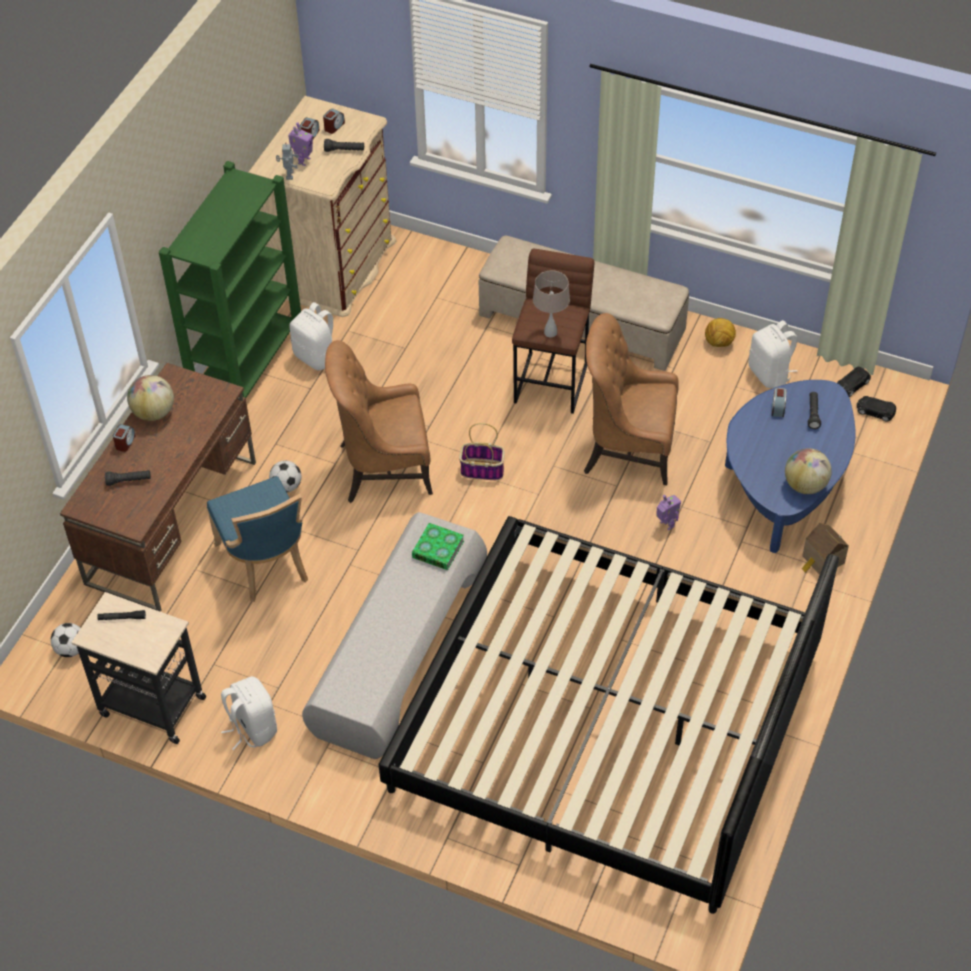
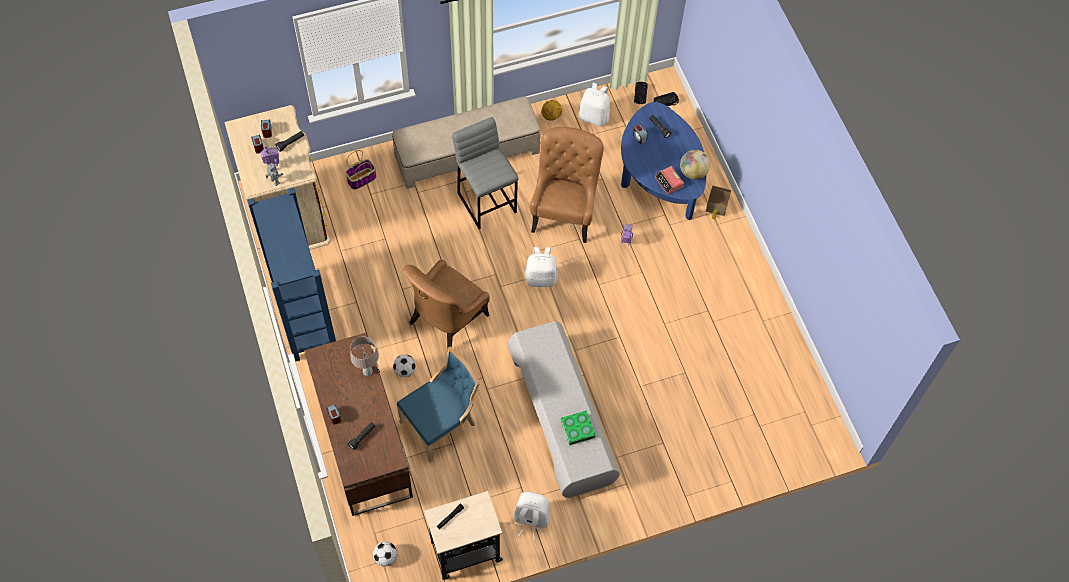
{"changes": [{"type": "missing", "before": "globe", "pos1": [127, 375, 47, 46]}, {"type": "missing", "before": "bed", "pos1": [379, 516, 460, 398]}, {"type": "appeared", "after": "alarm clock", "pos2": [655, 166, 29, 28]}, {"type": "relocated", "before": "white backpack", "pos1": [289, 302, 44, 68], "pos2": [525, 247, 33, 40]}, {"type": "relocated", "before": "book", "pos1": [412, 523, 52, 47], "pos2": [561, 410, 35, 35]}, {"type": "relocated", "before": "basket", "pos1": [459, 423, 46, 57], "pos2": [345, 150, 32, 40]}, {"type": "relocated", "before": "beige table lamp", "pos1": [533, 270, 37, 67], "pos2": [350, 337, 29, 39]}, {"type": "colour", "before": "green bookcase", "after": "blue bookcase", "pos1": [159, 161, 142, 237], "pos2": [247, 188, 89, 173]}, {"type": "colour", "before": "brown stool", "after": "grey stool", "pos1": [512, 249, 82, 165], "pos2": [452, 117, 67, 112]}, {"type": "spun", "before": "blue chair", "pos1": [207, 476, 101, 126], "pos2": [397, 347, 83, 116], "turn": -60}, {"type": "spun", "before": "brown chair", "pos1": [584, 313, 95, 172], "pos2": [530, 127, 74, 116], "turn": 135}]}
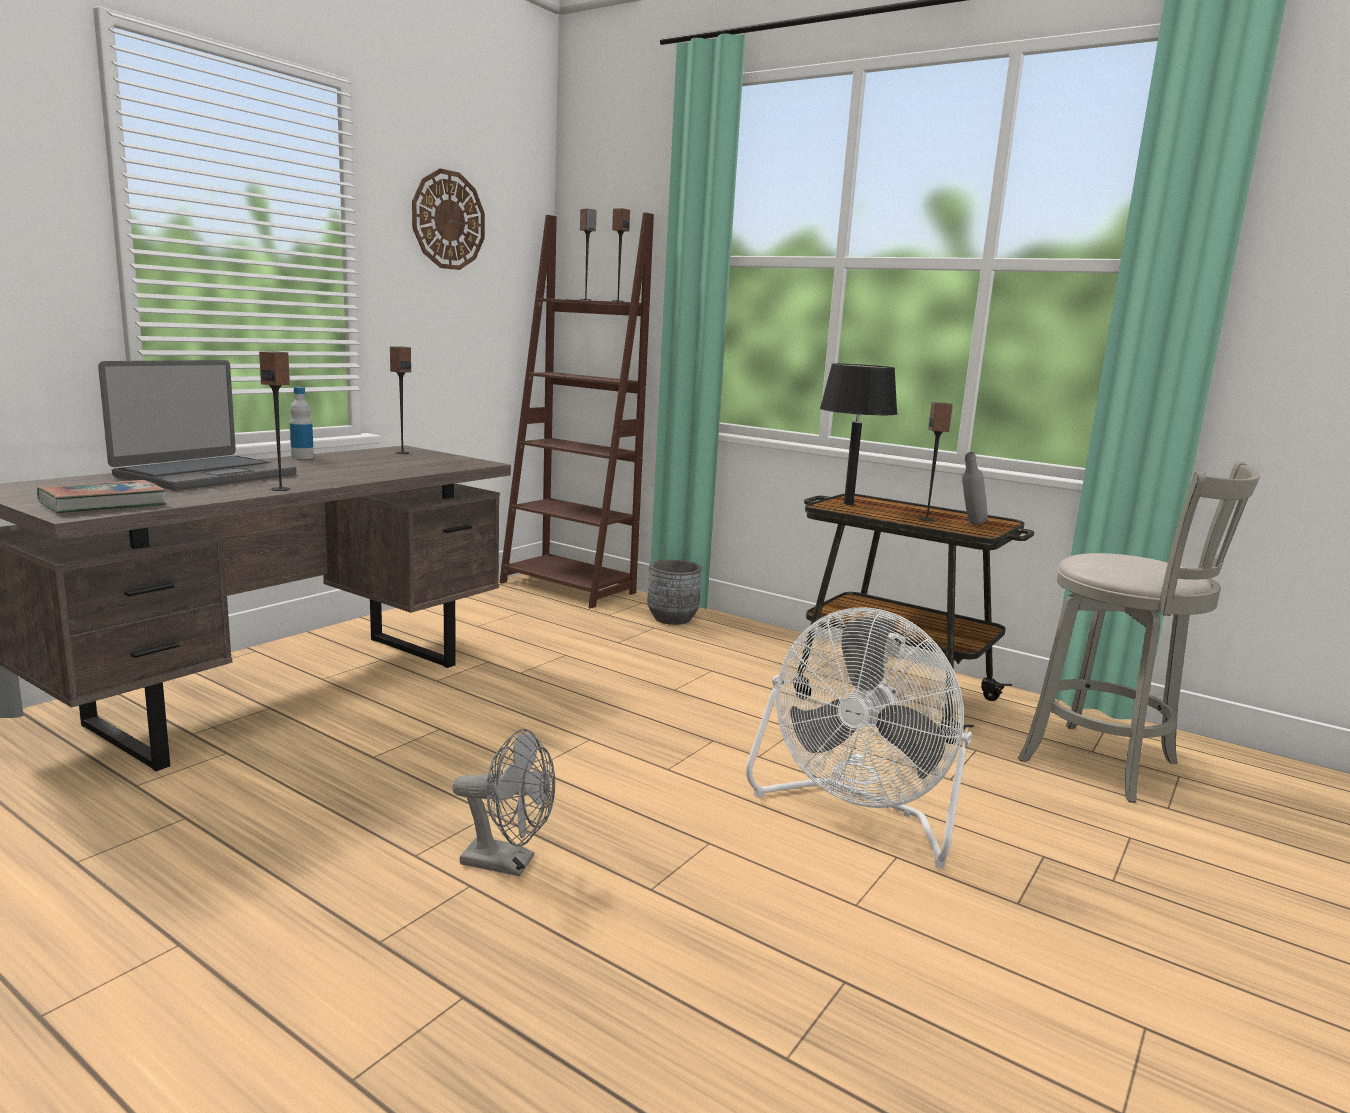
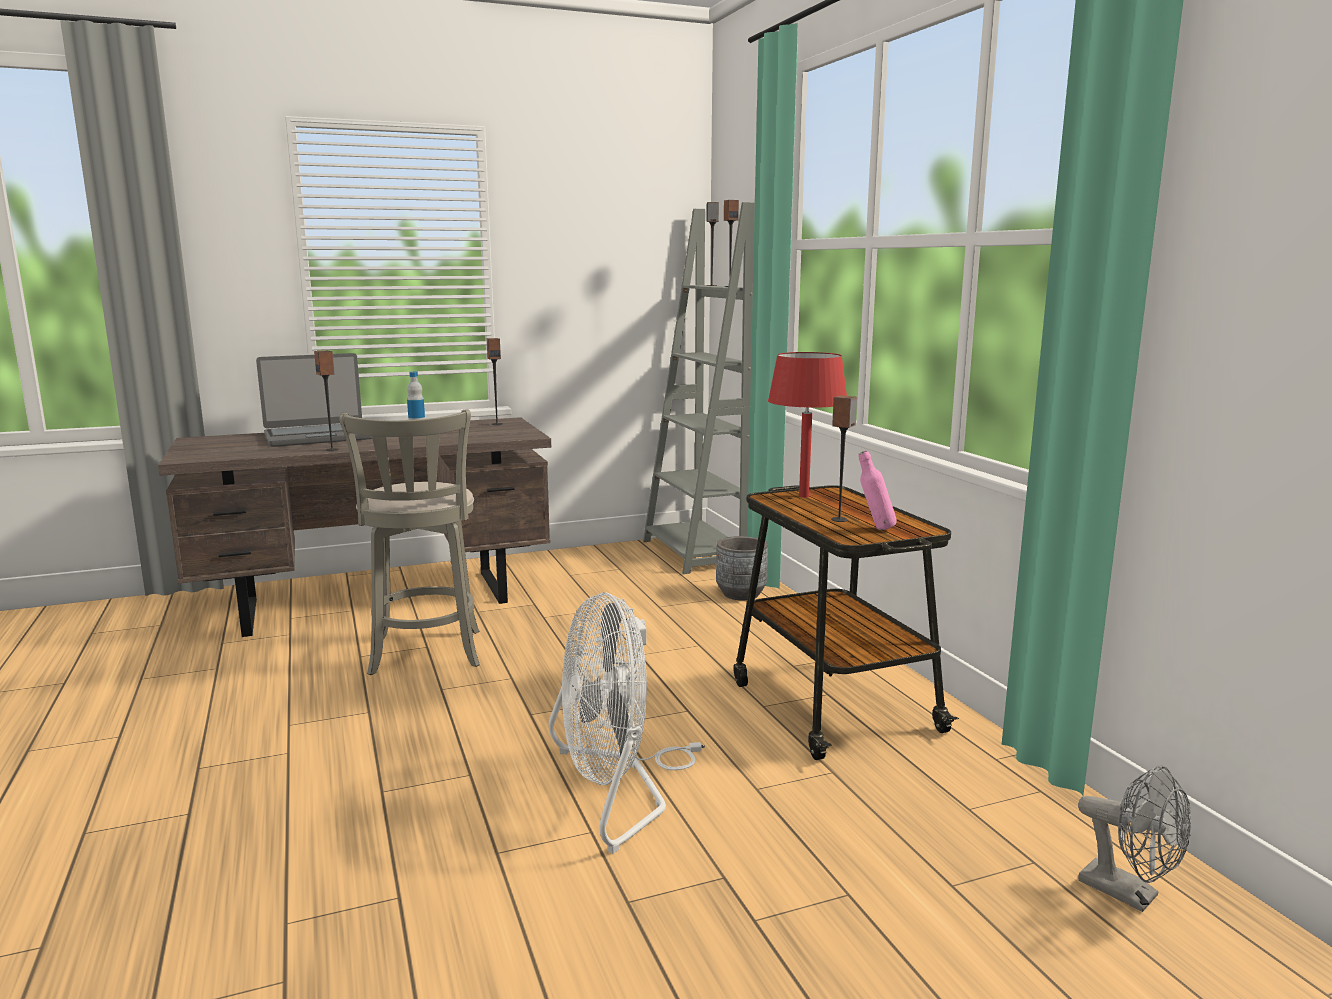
{"changes": [{"type": "missing", "before": "book", "pos1": [37, 480, 129, 33]}, {"type": "missing", "before": "wall clock", "pos1": [412, 168, 73, 102]}, {"type": "relocated", "before": "grey fan", "pos1": [452, 729, 103, 148], "pos2": [1078, 765, 114, 147]}, {"type": "relocated", "before": "grey stool", "pos1": [1018, 462, 242, 341], "pos2": [339, 409, 141, 266]}, {"type": "colour", "before": "brown bookcase", "after": "grey bookcase", "pos1": [499, 212, 155, 397], "pos2": [643, 202, 112, 372]}, {"type": "colour", "before": "black table lamp", "after": "red table lamp", "pos1": [820, 363, 78, 142], "pos2": [768, 352, 79, 146]}, {"type": "colour", "before": "grey bottle", "after": "pink bottle", "pos1": [962, 452, 26, 73], "pos2": [859, 451, 38, 79]}]}
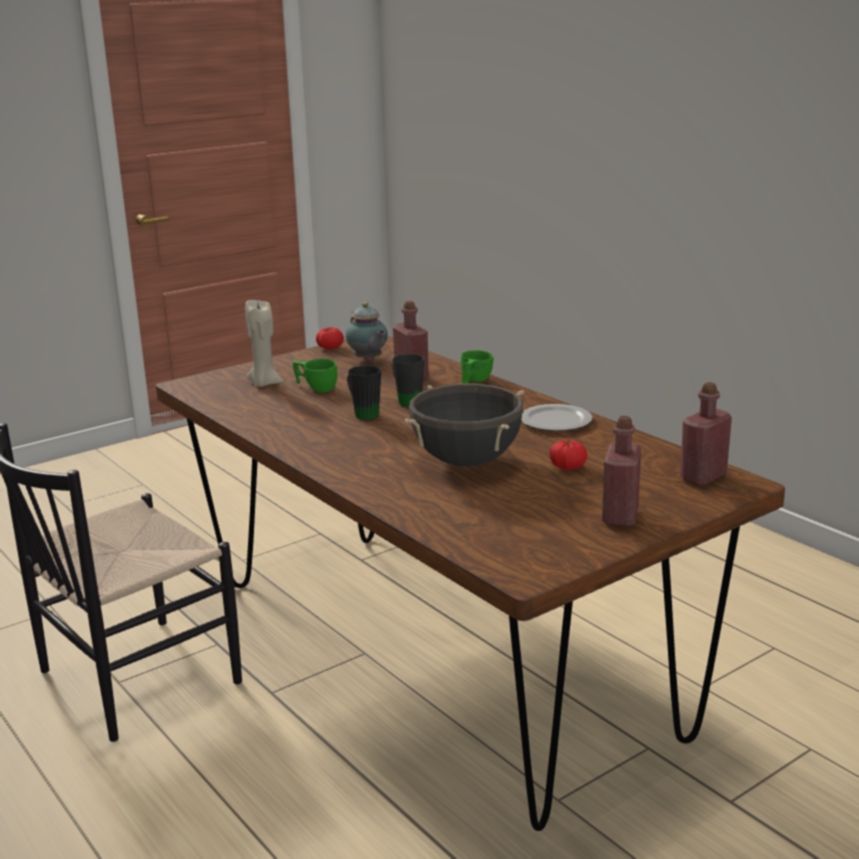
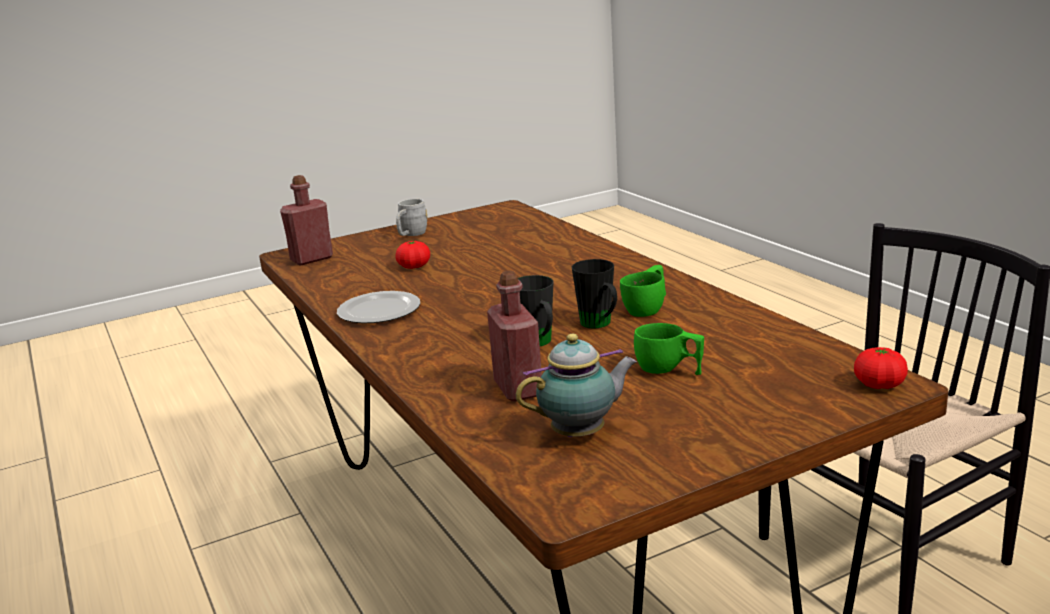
{"changes": [{"type": "missing", "before": "beige candle", "pos1": [245, 300, 38, 87]}, {"type": "missing", "before": "black cooking pot", "pos1": [404, 384, 121, 82]}, {"type": "relocated", "before": "tomato", "pos1": [316, 327, 28, 22], "pos2": [854, 347, 54, 42]}, {"type": "relocated", "before": "green cup", "pos1": [461, 350, 32, 34], "pos2": [620, 265, 46, 52]}, {"type": "exchanged", "before": "red bottle", "after": "grey mug", "pos1": [602, 416, 39, 111], "pos2": [396, 199, 32, 37]}, {"type": "spun", "before": "teapot", "pos1": [346, 302, 42, 59], "pos2": [516, 334, 121, 103], "turn": 90}]}
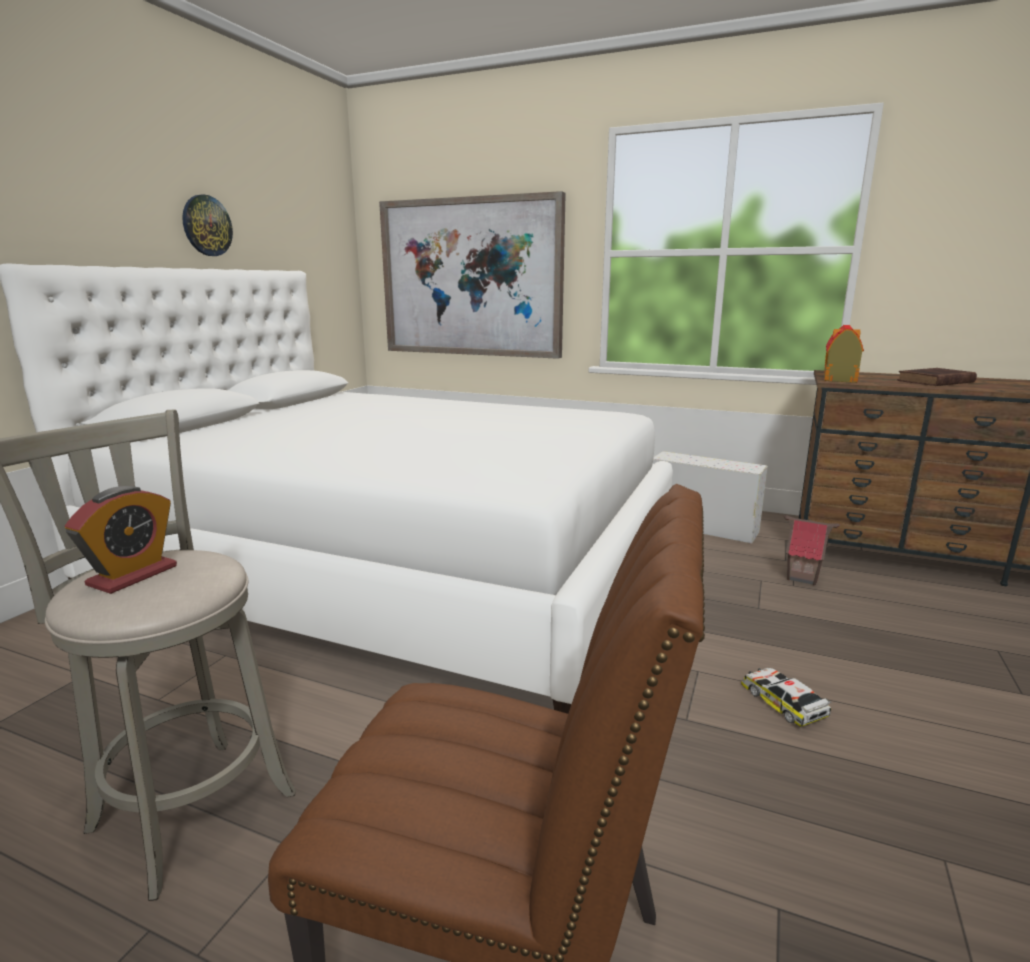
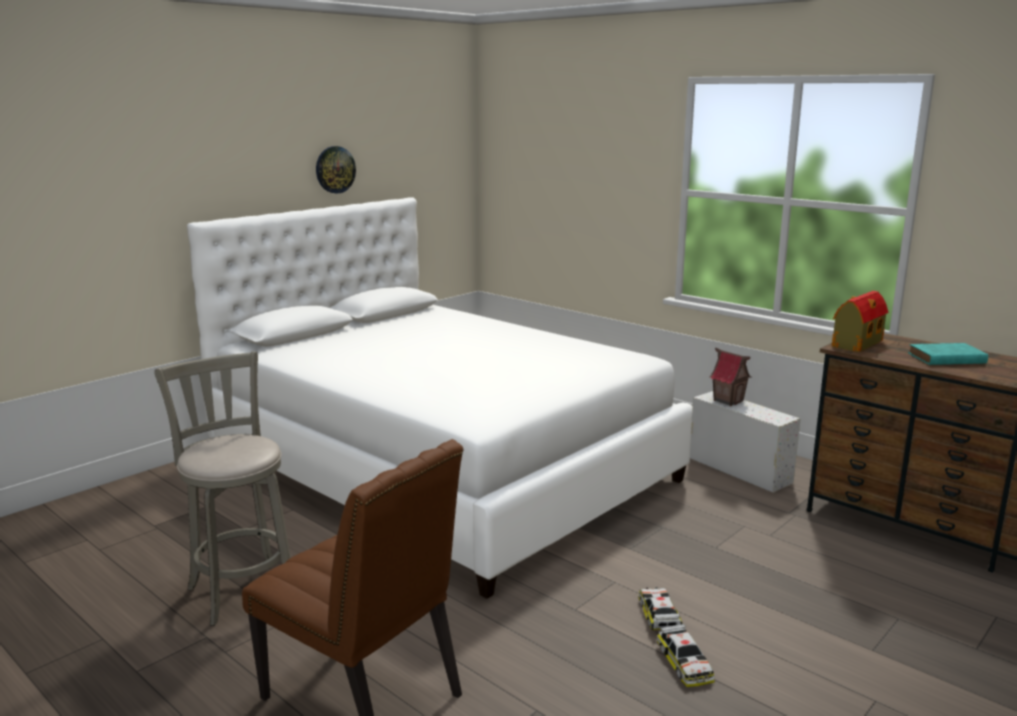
{"changes": [{"type": "missing", "before": "alarm clock", "pos1": [65, 486, 112, 108]}, {"type": "missing", "before": "picture", "pos1": [379, 191, 187, 168]}, {"type": "appeared", "after": "toy car", "pos2": [657, 623, 58, 64]}, {"type": "relocated", "before": "toy house", "pos1": [783, 515, 57, 71], "pos2": [709, 348, 43, 58]}, {"type": "colour", "before": "brown book", "after": "turquoise book", "pos1": [897, 368, 80, 18], "pos2": [908, 343, 80, 22]}]}
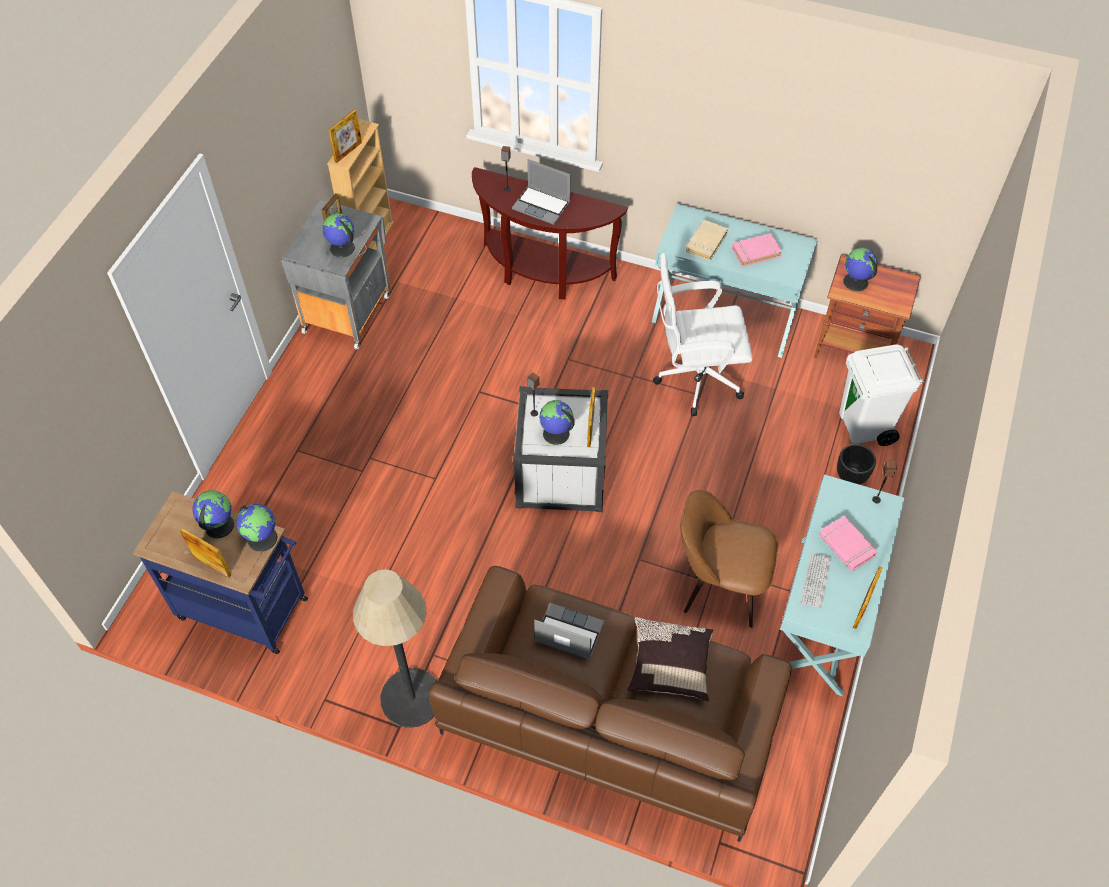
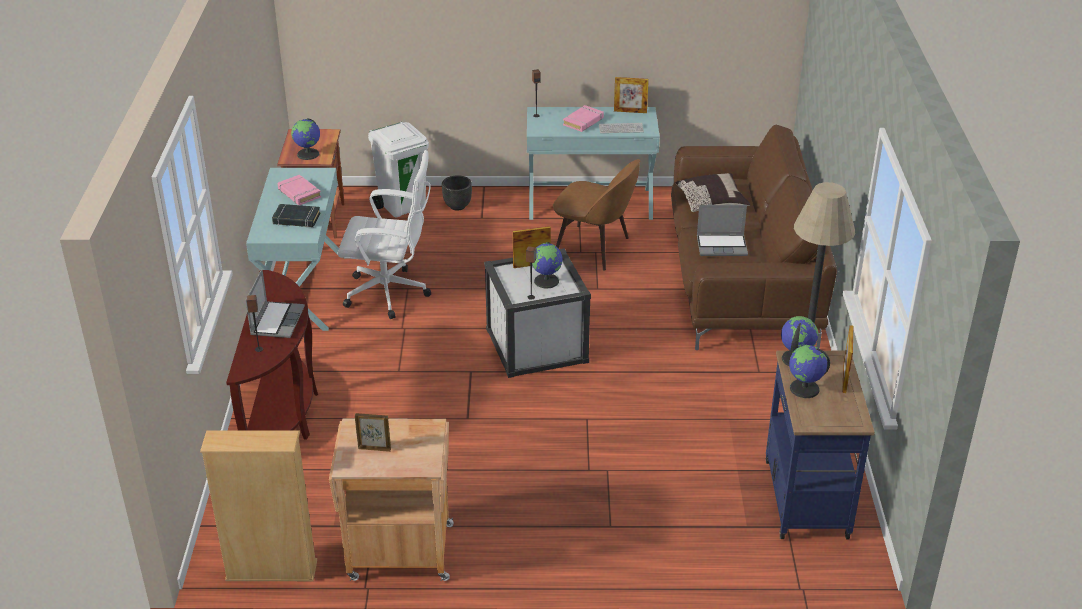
{"changes": [{"type": "missing", "before": "globe", "pos1": [322, 213, 33, 45]}, {"type": "missing", "before": "picture frame", "pos1": [328, 109, 34, 54]}, {"type": "colour", "before": "grey cart", "after": "brown cart", "pos1": [281, 200, 110, 149], "pos2": [329, 419, 125, 162]}, {"type": "colour", "before": "beige book", "after": "black book", "pos1": [686, 220, 42, 41], "pos2": [272, 204, 48, 23]}, {"type": "spun", "before": "laptop", "pos1": [534, 603, 70, 57], "pos2": [697, 205, 51, 51], "turn": -90}, {"type": "spun", "before": "white office chair", "pos1": [653, 253, 100, 163], "pos2": [337, 150, 94, 169], "turn": -60}, {"type": "spun", "before": "brown chair", "pos1": [680, 490, 99, 138], "pos2": [553, 159, 87, 112], "turn": -60}]}
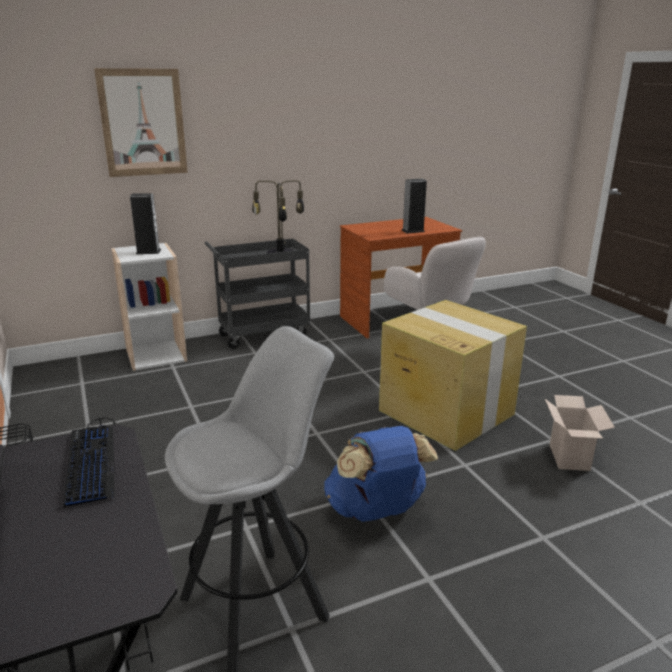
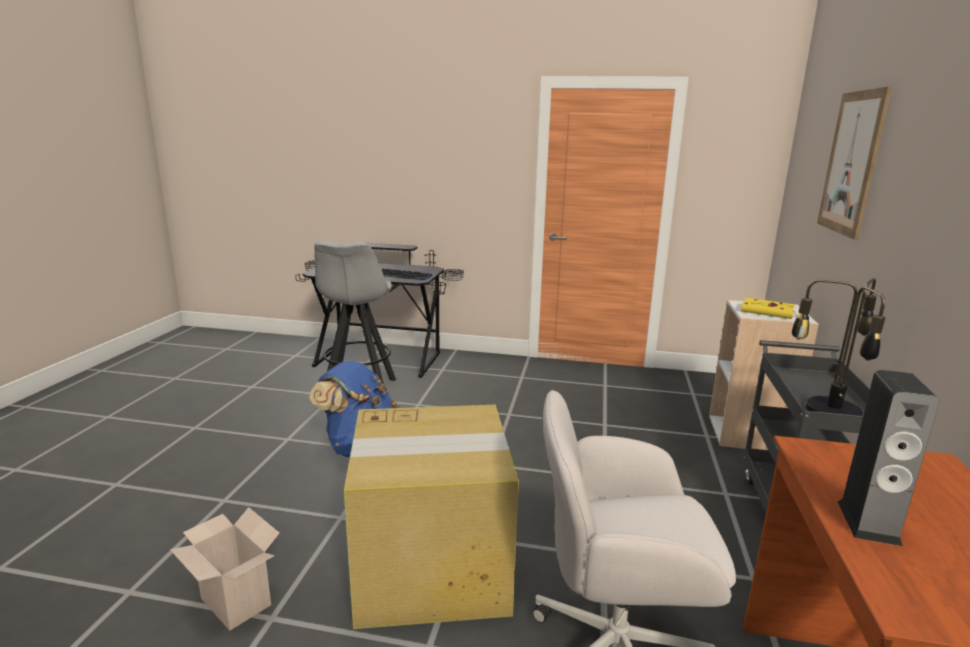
{"changes": [{"type": "exchanged", "before": "speaker", "after": "yellow book", "pos1": [130, 193, 31, 61], "pos2": [741, 298, 56, 21]}]}
